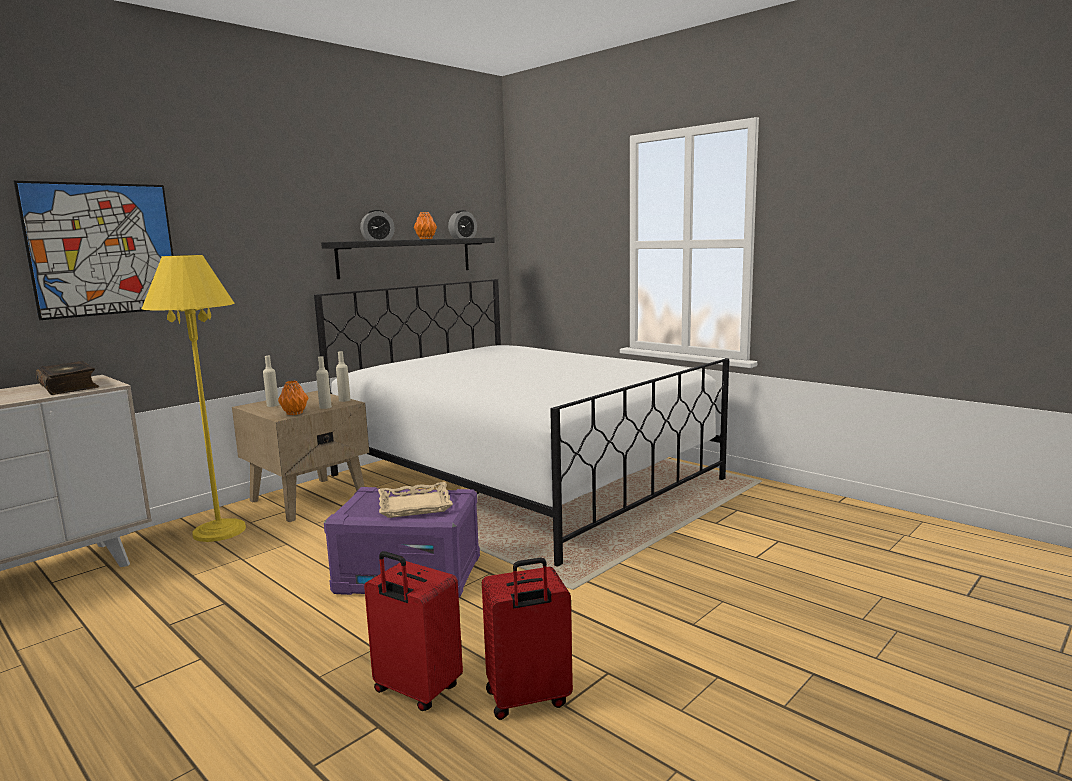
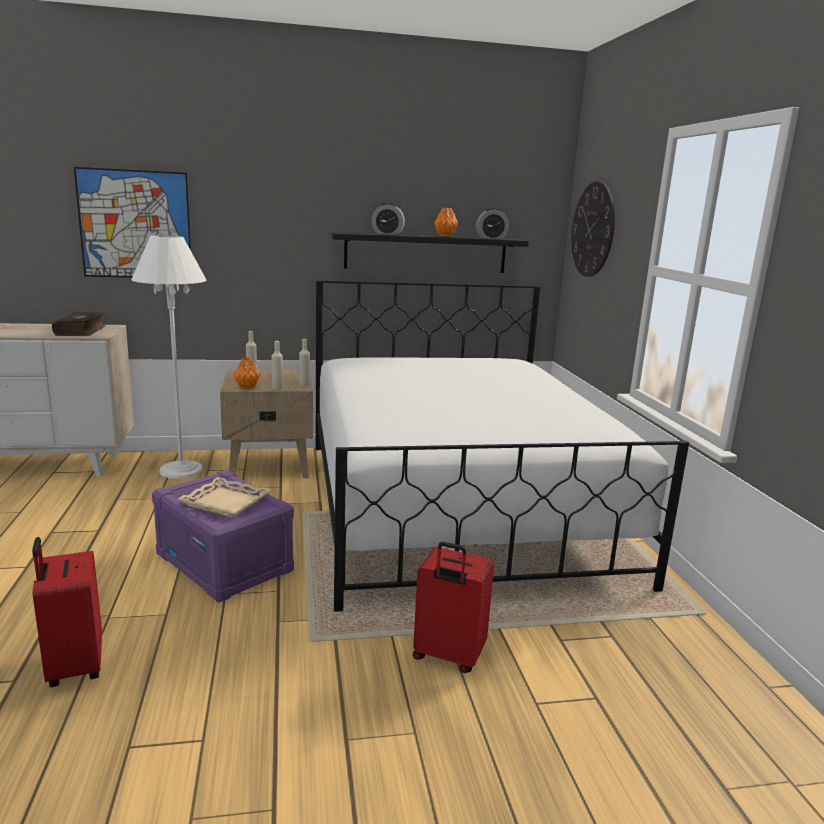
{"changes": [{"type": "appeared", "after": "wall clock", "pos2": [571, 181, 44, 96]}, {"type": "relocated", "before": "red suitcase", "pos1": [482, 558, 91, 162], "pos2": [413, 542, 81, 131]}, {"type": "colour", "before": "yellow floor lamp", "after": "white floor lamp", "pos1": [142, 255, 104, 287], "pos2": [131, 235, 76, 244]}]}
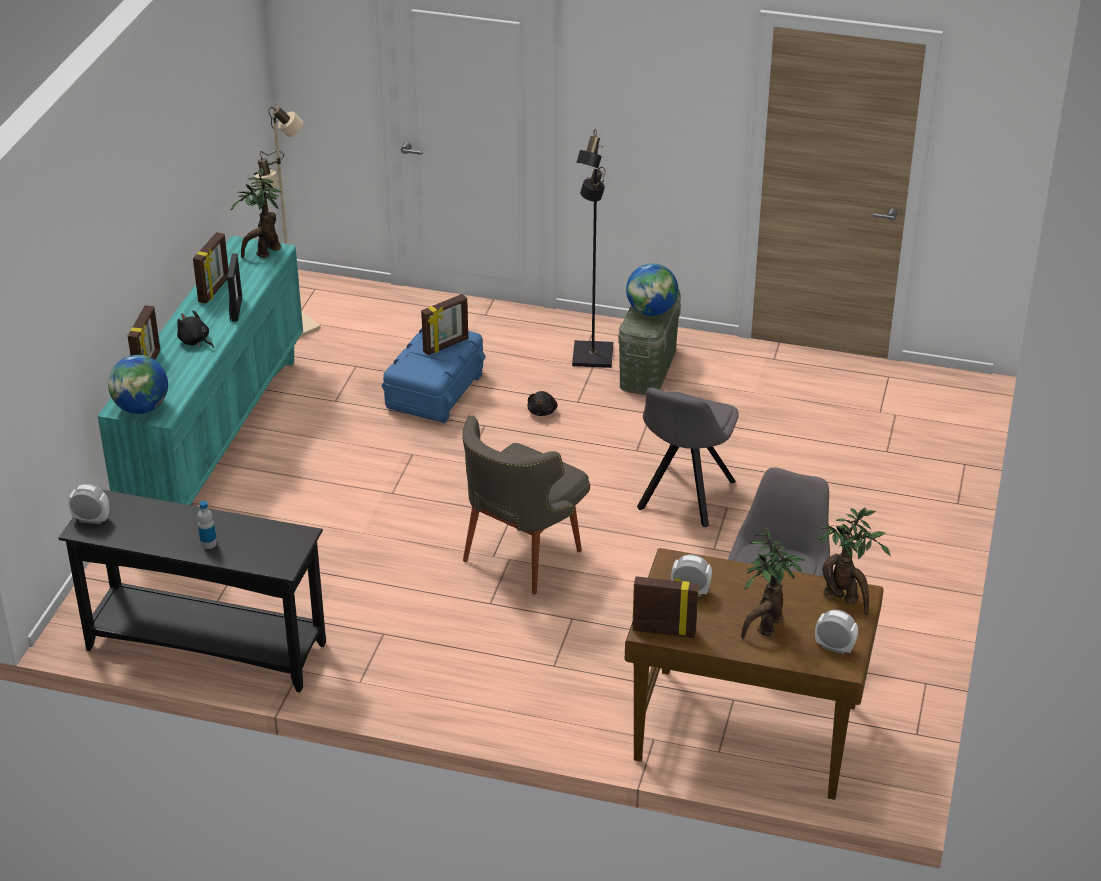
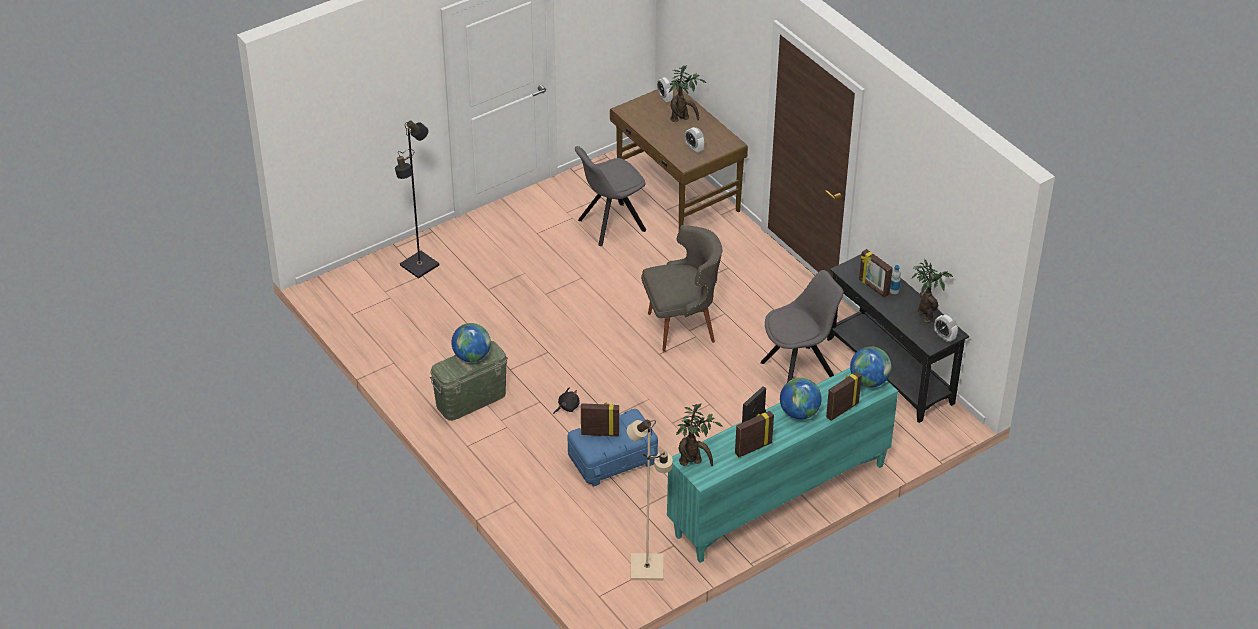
{"changes": [{"type": "relocated", "before": "black floor lamp", "pos1": [572, 129, 41, 239], "pos2": [395, 120, 44, 159]}, {"type": "relocated", "before": "picture frame", "pos1": [632, 576, 67, 62], "pos2": [859, 249, 33, 49]}, {"type": "relocated", "before": "grey chair", "pos1": [637, 388, 102, 139], "pos2": [761, 270, 83, 112]}, {"type": "relocated", "before": "potted plant", "pos1": [818, 508, 72, 107], "pos2": [912, 259, 41, 64]}, {"type": "exchanged", "before": "black plush toy", "after": "globe", "pos1": [177, 310, 37, 38], "pos2": [780, 378, 42, 41]}]}
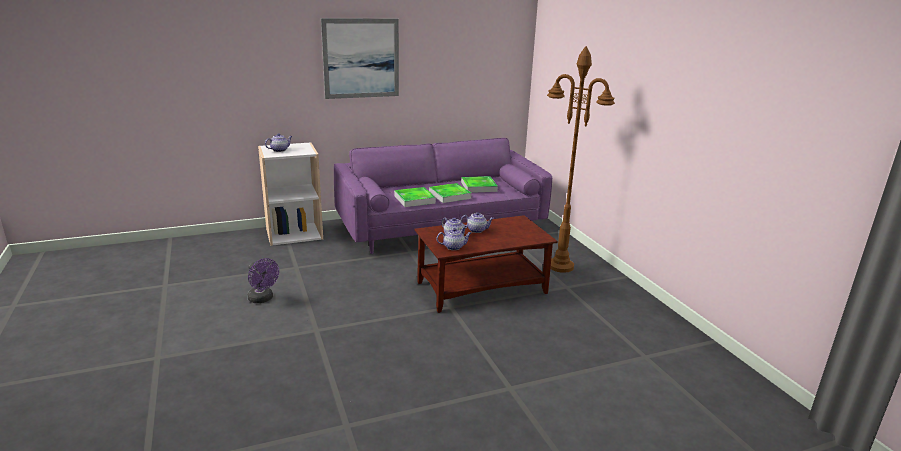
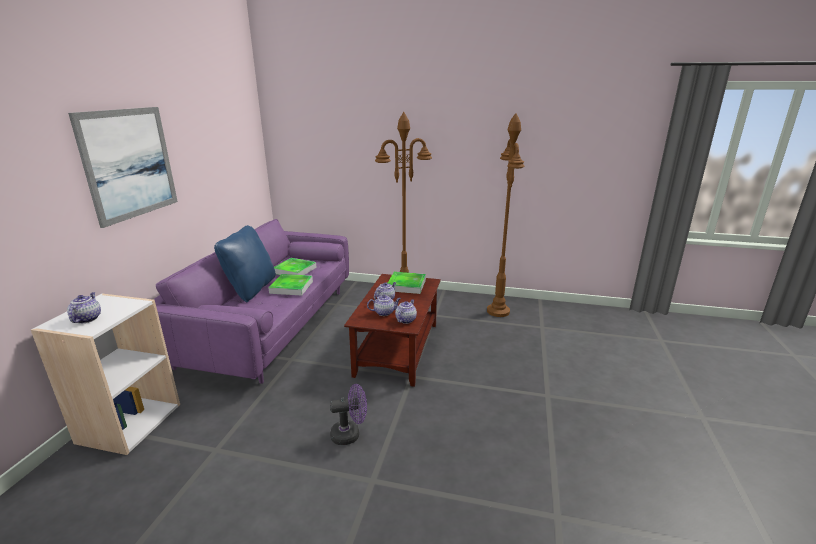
{"changes": [{"type": "appeared", "after": "blue pillow", "pos2": [214, 225, 62, 77]}, {"type": "appeared", "after": "brown floor lamp", "pos2": [487, 113, 37, 204]}, {"type": "relocated", "before": "purple fan", "pos1": [247, 258, 32, 45], "pos2": [330, 384, 37, 61]}, {"type": "relocated", "before": "tray", "pos1": [394, 187, 42, 20], "pos2": [388, 272, 38, 22]}]}
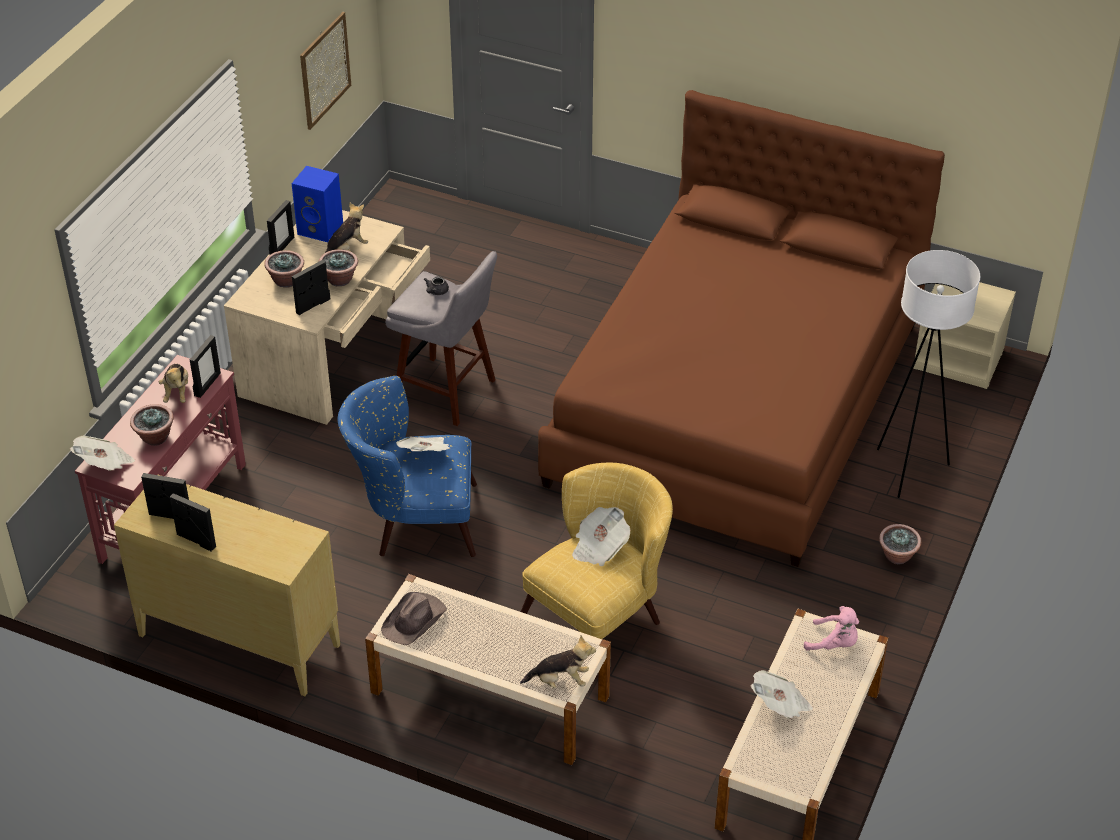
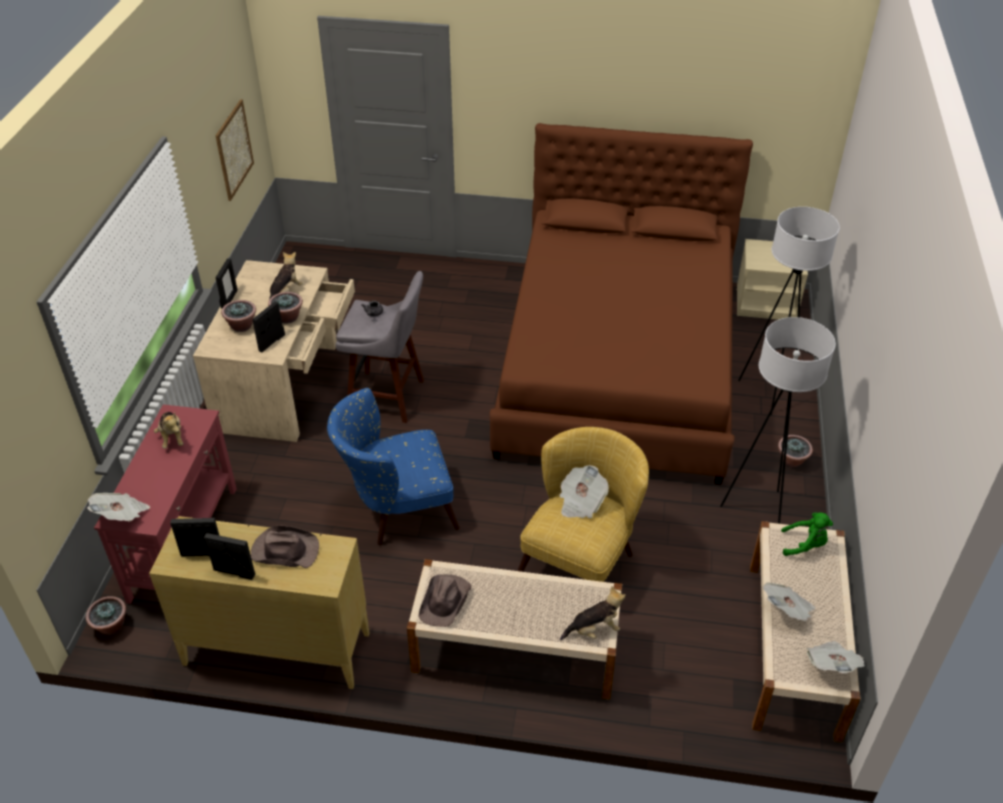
{"changes": [{"type": "missing", "before": "picture frame", "pos1": [190, 335, 31, 63]}, {"type": "missing", "before": "blue speaker", "pos1": [292, 166, 51, 76]}, {"type": "appeared", "after": "brown hat", "pos2": [251, 525, 68, 43]}, {"type": "appeared", "after": "white floor lamp", "pos2": [720, 317, 116, 207]}, {"type": "relocated", "before": "potted plant", "pos1": [130, 404, 44, 42], "pos2": [86, 596, 40, 39]}, {"type": "relocated", "before": "newspaper", "pos1": [396, 437, 54, 14], "pos2": [806, 641, 59, 33]}, {"type": "colour", "before": "pink plush toy", "after": "green plush toy", "pos1": [804, 606, 55, 44], "pos2": [781, 512, 52, 44]}]}
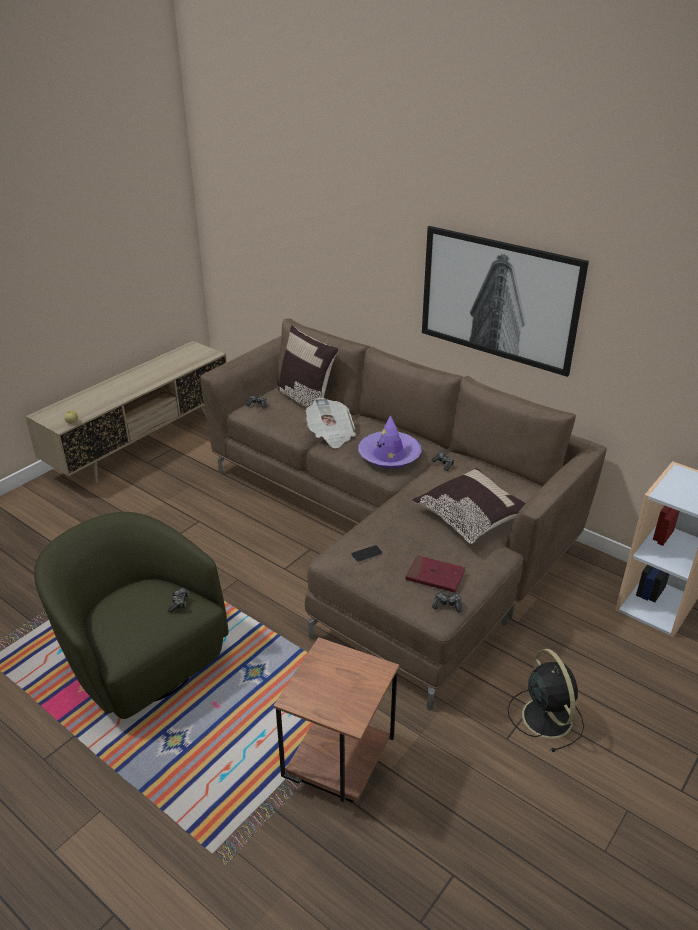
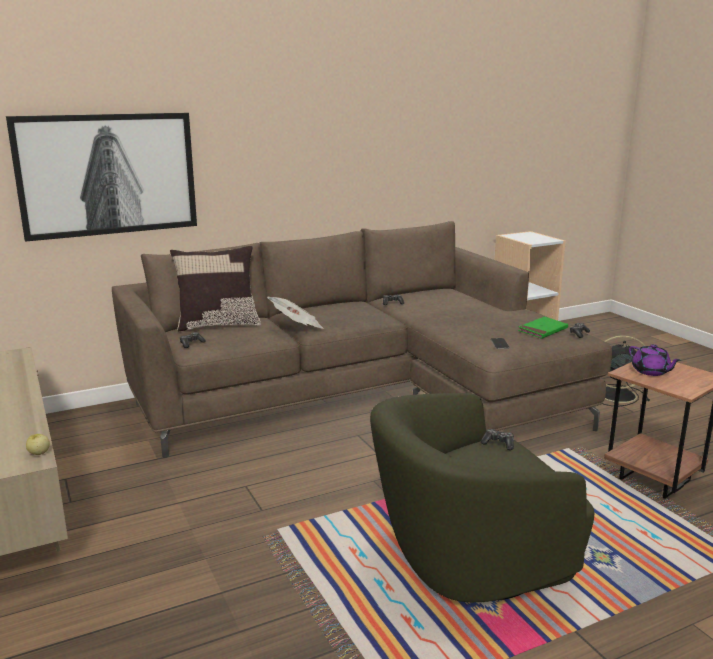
{"changes": [{"type": "missing", "before": "purple hat", "pos1": [358, 415, 64, 54]}, {"type": "missing", "before": "pillow", "pos1": [412, 468, 114, 76]}, {"type": "appeared", "after": "purple teapot", "pos2": [629, 344, 52, 32]}, {"type": "relocated", "before": "picture", "pos1": [422, 226, 167, 151], "pos2": [6, 113, 191, 129]}, {"type": "colour", "before": "red book", "after": "green book", "pos1": [406, 555, 59, 38], "pos2": [518, 316, 50, 23]}]}
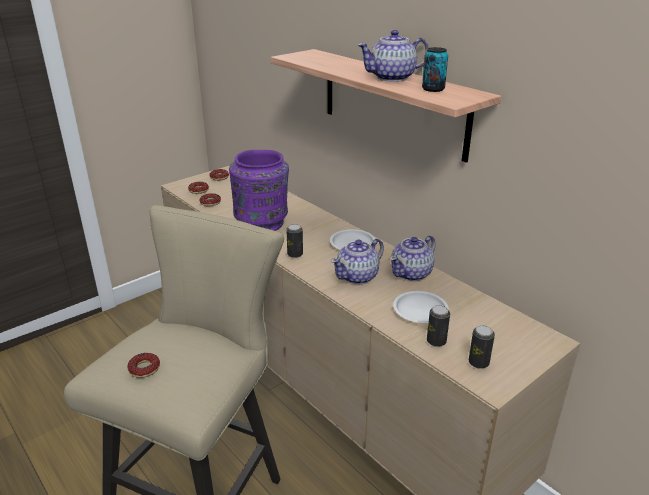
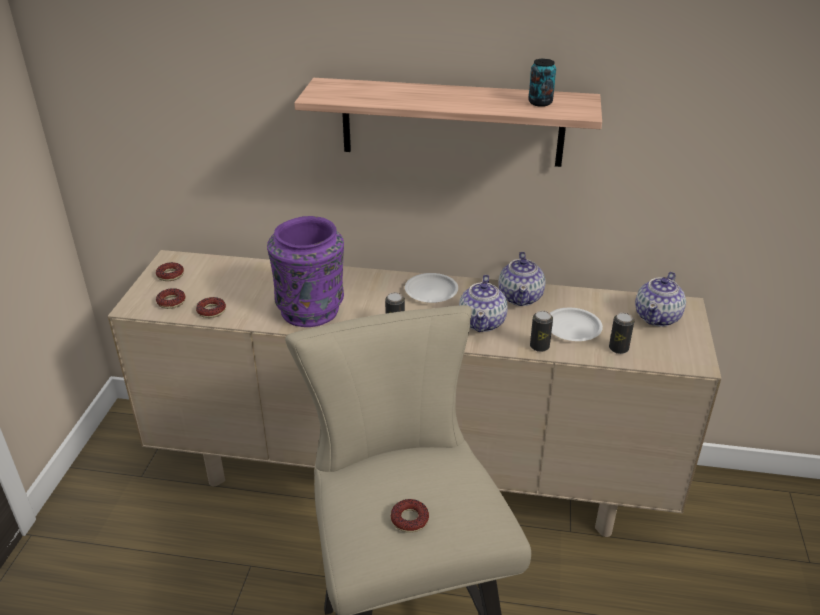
{"changes": [{"type": "relocated", "before": "teapot", "pos1": [357, 30, 72, 52], "pos2": [635, 272, 51, 55]}, {"type": "relocated", "before": "can", "pos1": [469, 325, 26, 44], "pos2": [530, 311, 23, 41]}]}
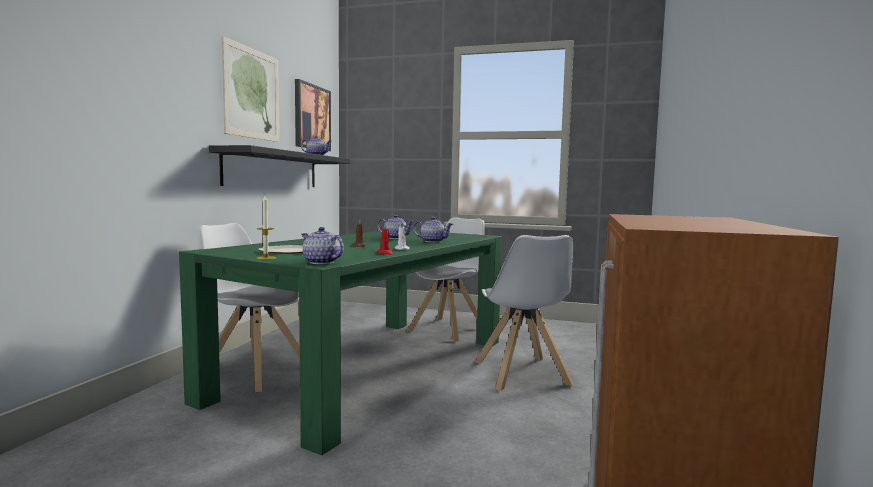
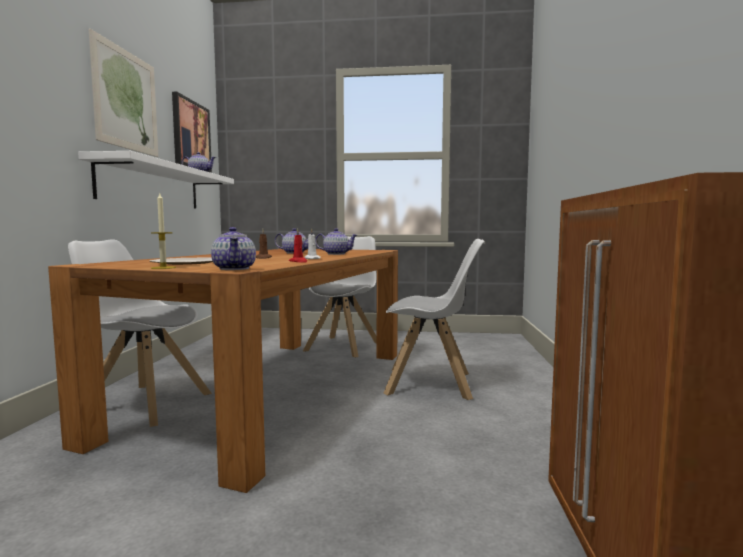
{"changes": [{"type": "colour", "before": "green dining table", "after": "brown dining table", "pos1": [179, 230, 323, 225], "pos2": [48, 249, 350, 244]}, {"type": "colour", "before": "black shelf", "after": "white shelf", "pos1": [209, 145, 141, 42], "pos2": [78, 151, 156, 58]}, {"type": "spun", "before": "teapot", "pos1": [302, 227, 42, 37], "pos2": [211, 227, 45, 43], "turn": -135}, {"type": "spun", "before": "chair", "pos1": [475, 235, 99, 156], "pos2": [383, 239, 102, 161], "turn": -60}]}
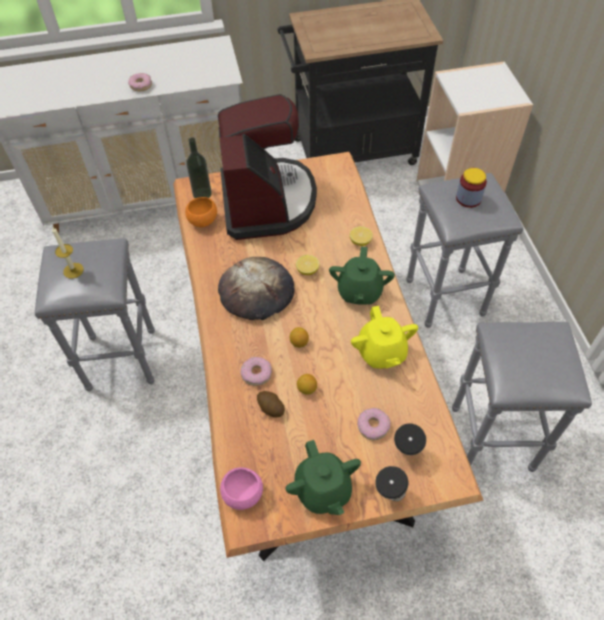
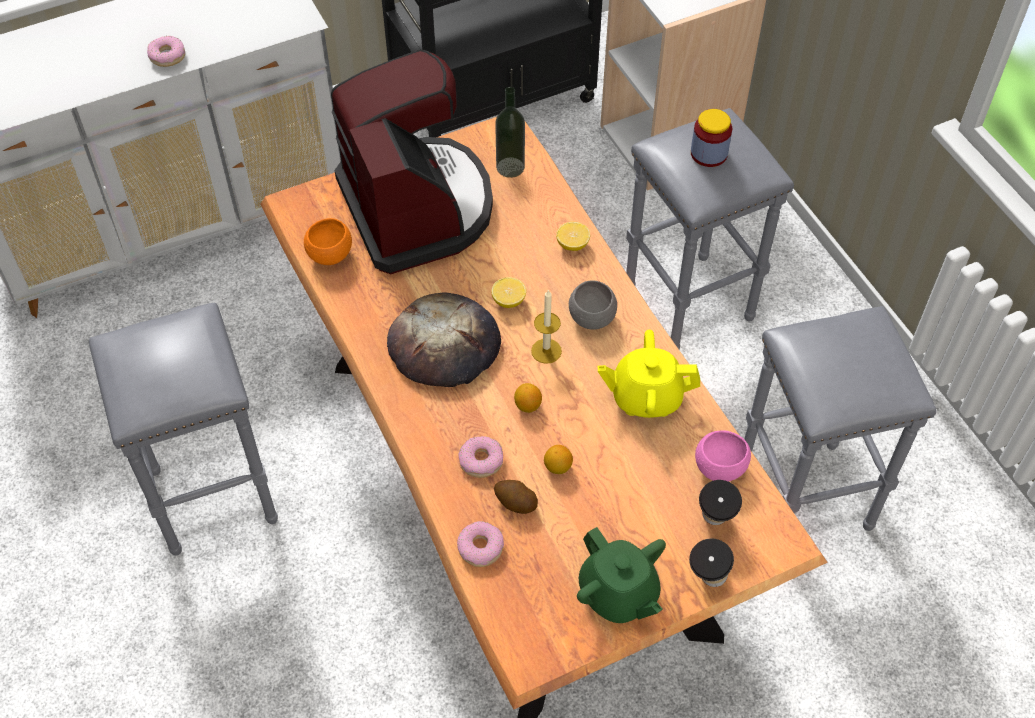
{"changes": [{"type": "relocated", "before": "candle", "pos1": [52, 226, 32, 53], "pos2": [531, 289, 31, 75]}, {"type": "relocated", "before": "bottle", "pos1": [186, 137, 26, 61], "pos2": [495, 87, 30, 91]}, {"type": "relocated", "before": "pink bowl", "pos1": [220, 467, 43, 43], "pos2": [695, 430, 56, 52]}, {"type": "relocated", "before": "donut", "pos1": [357, 408, 33, 32], "pos2": [457, 521, 47, 46]}, {"type": "exchanged", "before": "green teapot", "after": "grey bowl", "pos1": [329, 246, 66, 59], "pos2": [569, 280, 48, 50]}, {"type": "spun", "before": "yellow teapot", "pos1": [351, 306, 67, 63], "pos2": [598, 330, 102, 88], "turn": 120}]}
